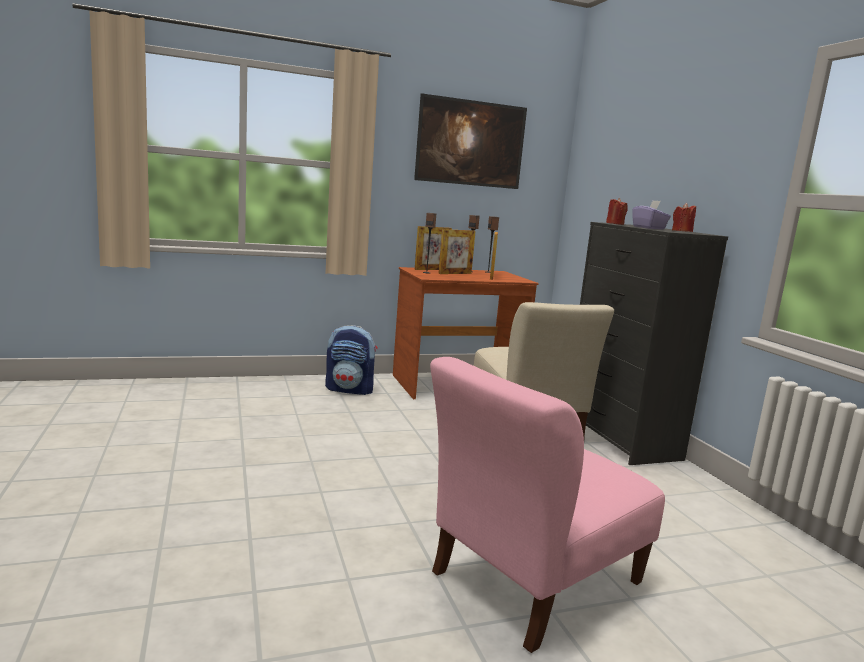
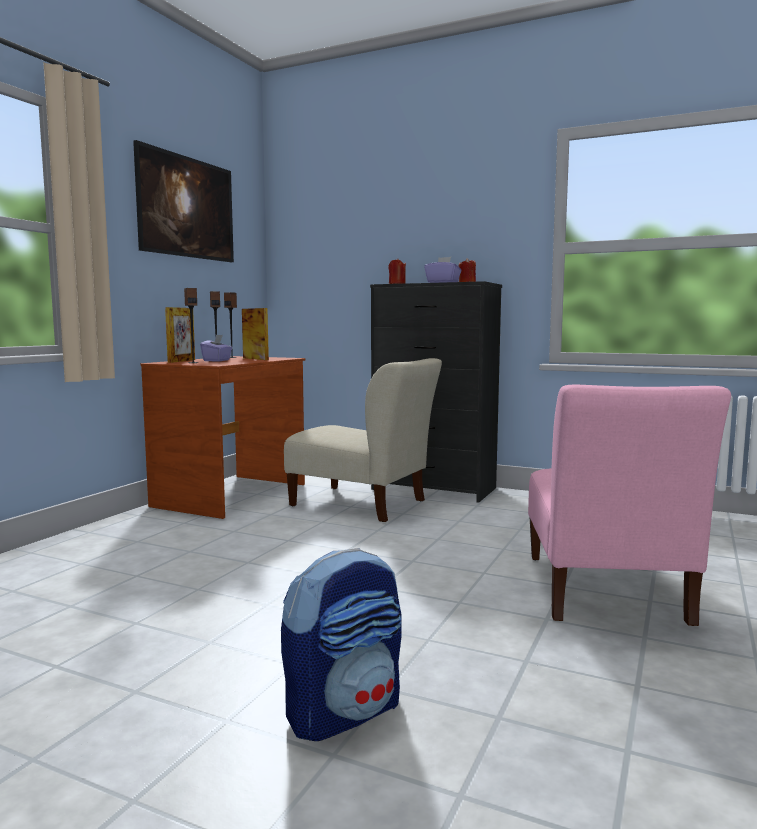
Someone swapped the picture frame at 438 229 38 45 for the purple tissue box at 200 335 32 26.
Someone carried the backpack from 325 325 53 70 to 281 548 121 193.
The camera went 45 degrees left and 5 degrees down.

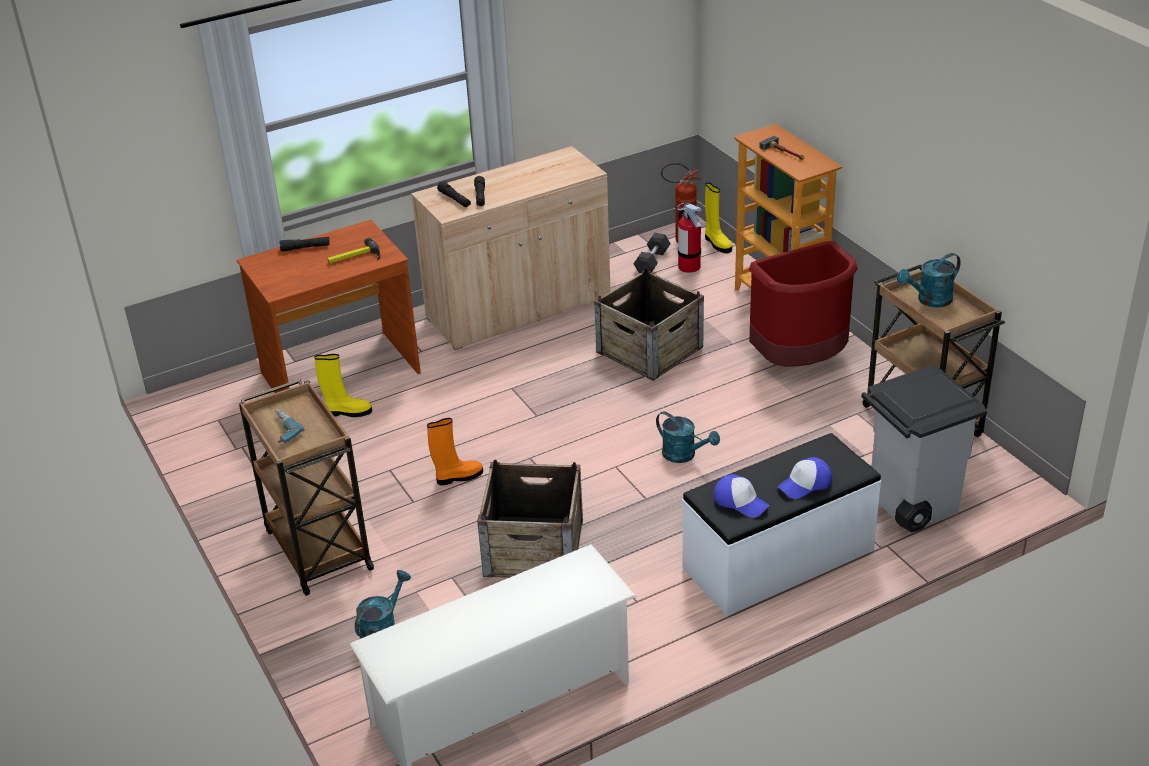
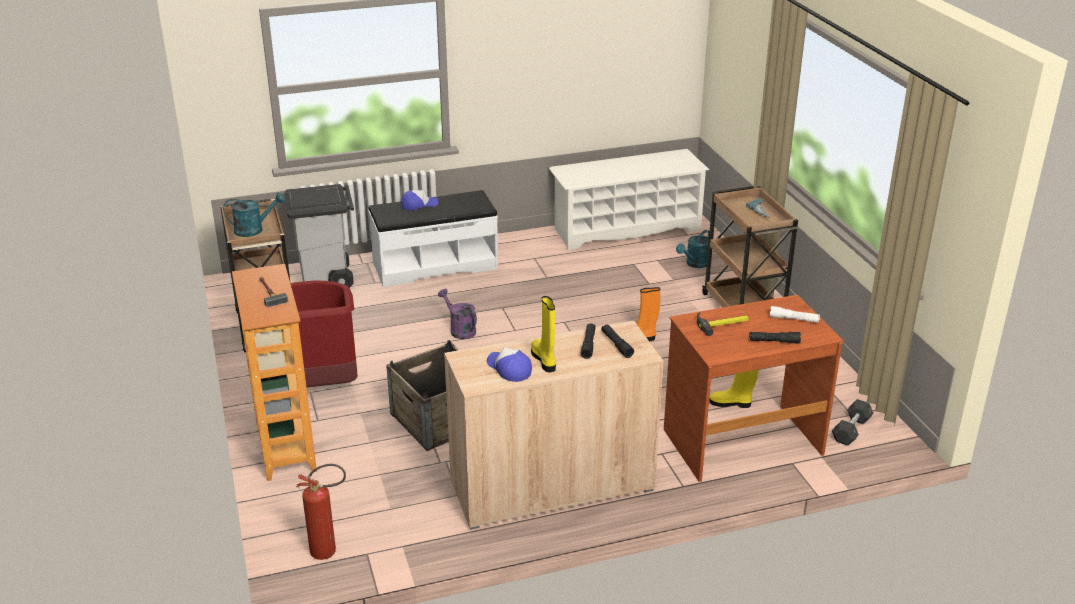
Someone repainted the turquoise watering can at 656 411 64 52, which became the purple watering can at 438 289 39 50.
Someone carried the cap from 713 474 57 44 to 487 347 45 35.
Someone carried the yellow boot from 705 182 27 71 to 531 296 25 76.
Someone put down the white flashlight at 770 306 50 17.
Someone carried the grey dumbbell from 633 233 38 40 to 832 399 41 47.
Someone took away the crate at 477 460 106 118.
Someone took away the fire extinguisher at 676 203 26 70.
The camera went 170 degrees left and 5 degrees down.

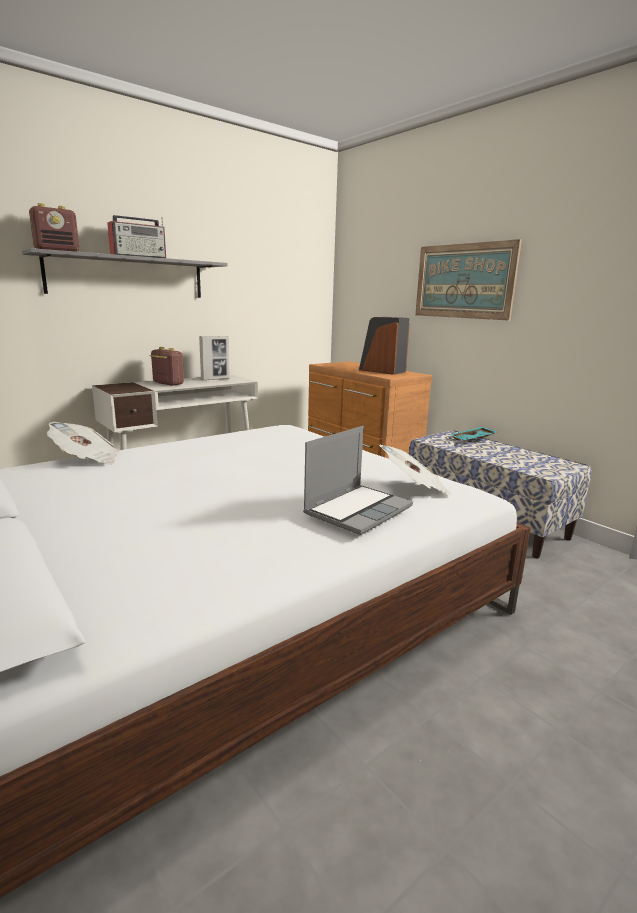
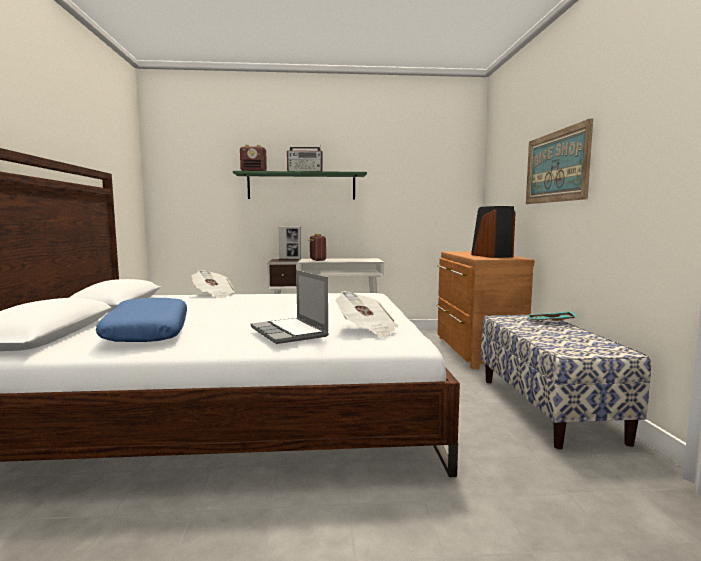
Someone put down the blue pillow at 96 298 91 44.
Someone repainted the grey shelf at 22 248 206 50, which became the green shelf at 233 171 134 28.
Someone rotated the laptop at 303 426 110 109 by 75 degrees clockwise.
Someone carried the picture frame from 199 336 30 44 to 279 226 22 33.
The camera went 35 degrees right and 10 degrees down.

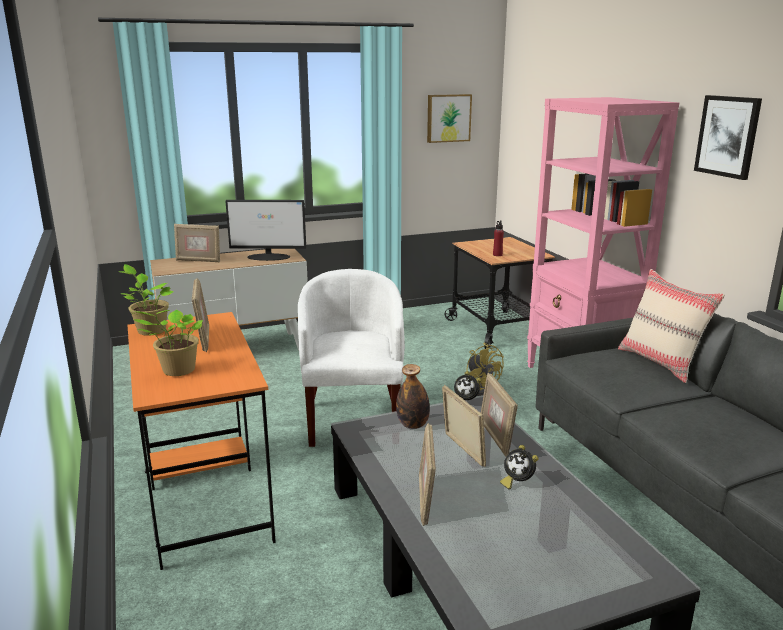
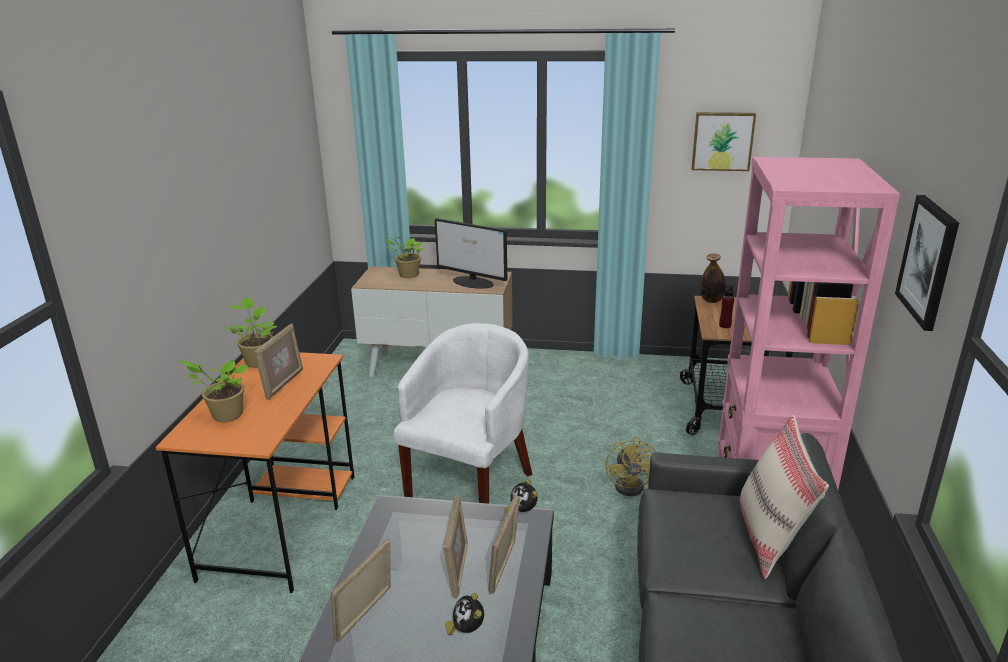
Someone swapped the picture frame at 174 224 46 38 for the potted plant at 383 235 40 43.
Someone carried the bottle from 396 364 34 65 to 700 254 26 49.
The camera went 30 degrees right and 5 degrees up.

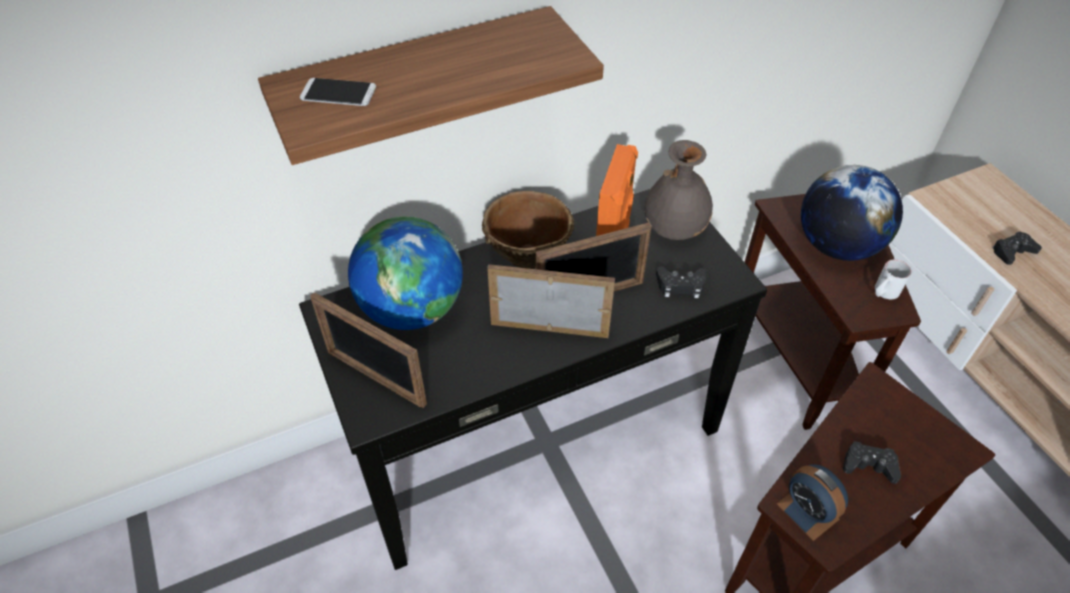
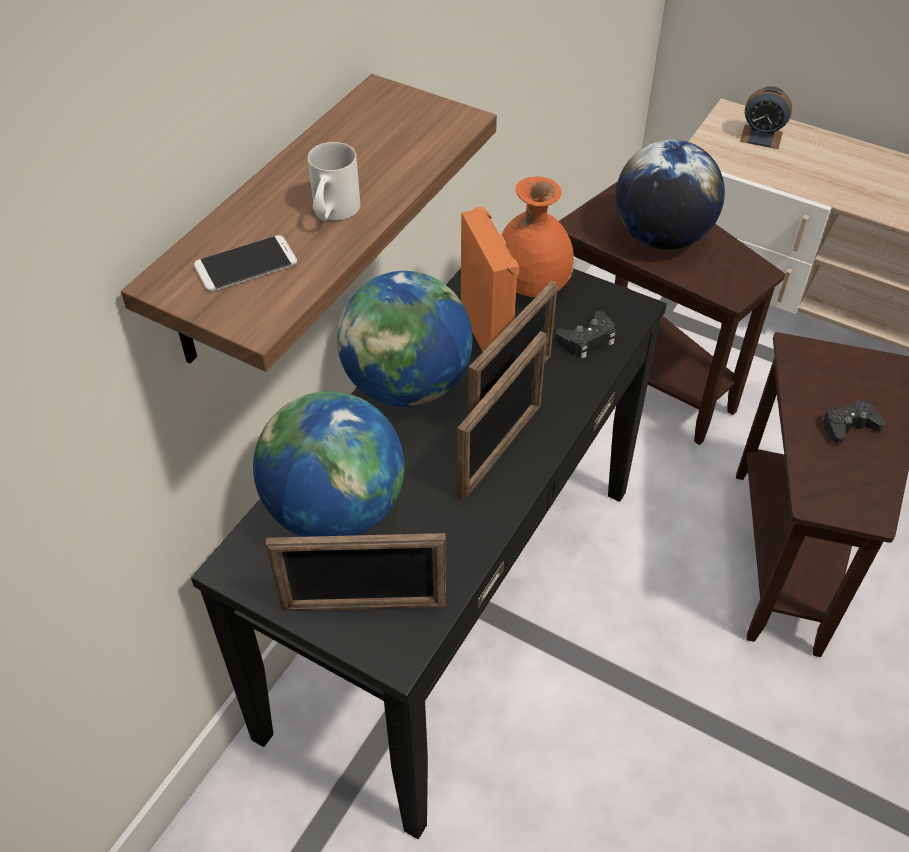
Someone carried the white mug from 875 260 36 39 to 308 142 52 79.
Someone swapped the brown bowl at 482 191 92 78 for the globe at 337 271 136 136.
Someone rotated the picture frame at 487 264 128 74 by 150 degrees clockwise.
Someone repainted the grey vase at 644 140 69 100, which became the orange vase at 501 176 73 121.
Someone carried the alarm clock from 777 465 71 76 to 740 86 52 63.
Someone took away the black game controller at 992 231 50 34.
The camera went 35 degrees left and 0 degrees up.

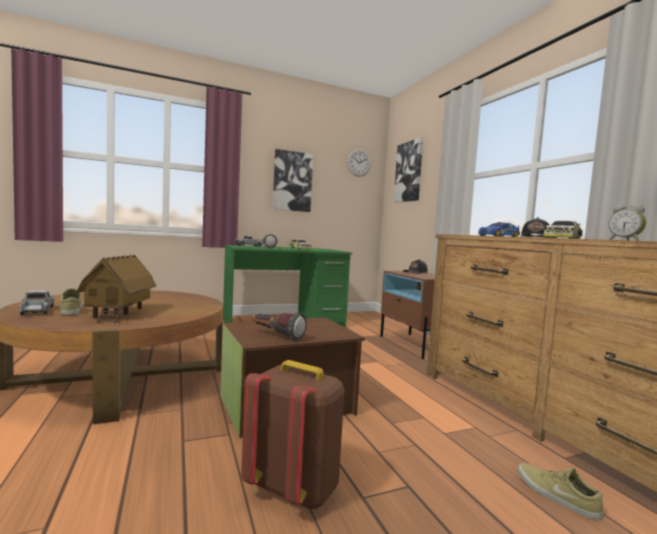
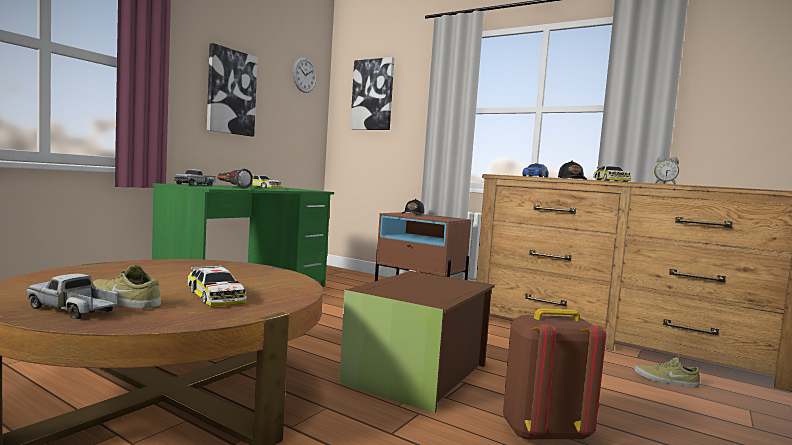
Someone swapped the toy house at 76 255 80 69 for the toy car at 187 265 60 42.
Someone took away the flashlight at 252 312 55 28.
The camera went 35 degrees left and 0 degrees up.

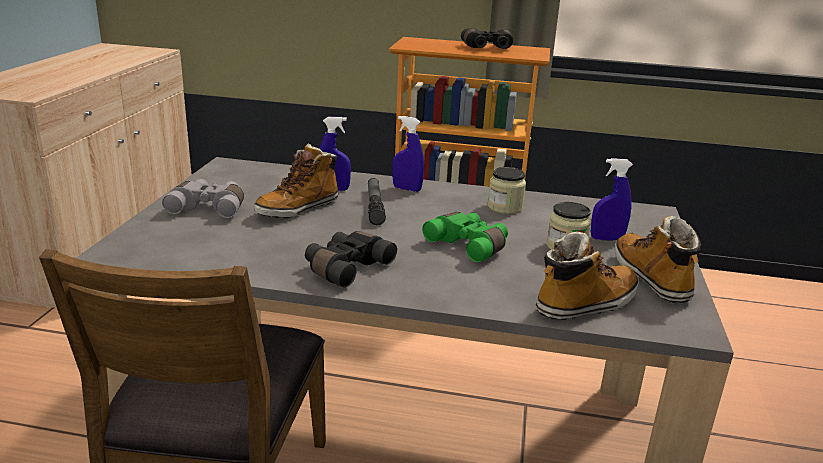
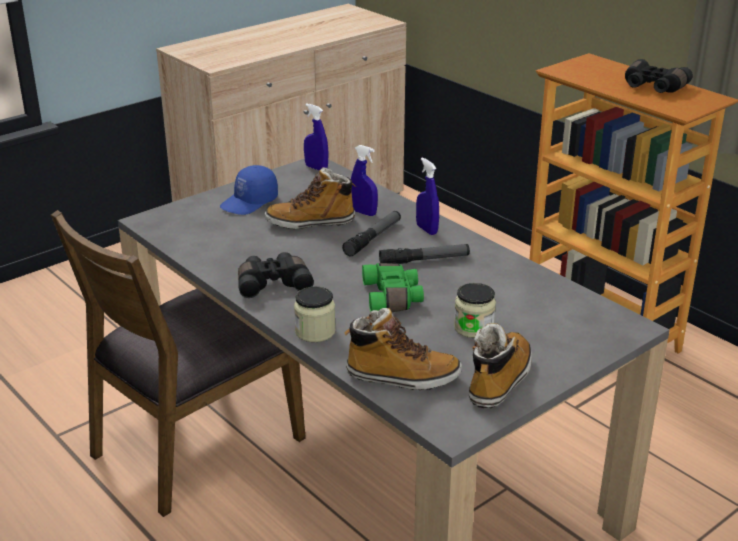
Someone swapped the grey binoculars at 162 179 82 39 for the blue cap at 220 165 58 50.
Someone carried the jar from 488 167 38 47 to 294 287 41 55.
Someone carried the blue spray bottle from 591 158 42 83 to 304 103 25 67.
Someone put down the flashlight at 379 244 91 20.
The camera went 40 degrees right and 5 degrees up.

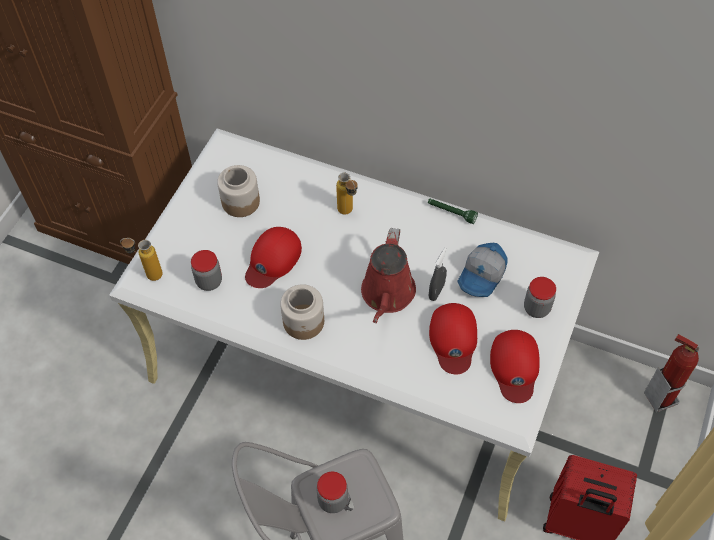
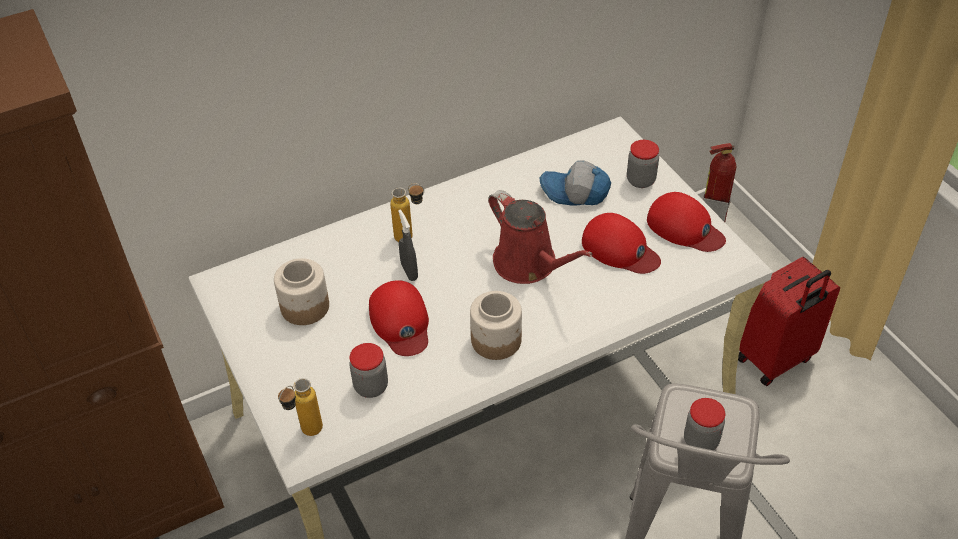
Someone carried the grey spray bottle from 429 248 18 53 to 398 209 20 72.
Someone rotated the cap at 457 243 51 54 by 120 degrees clockwise.
Someone took away the green flashlight at 428 199 50 25.
The camera went 50 degrees left and 10 degrees down.

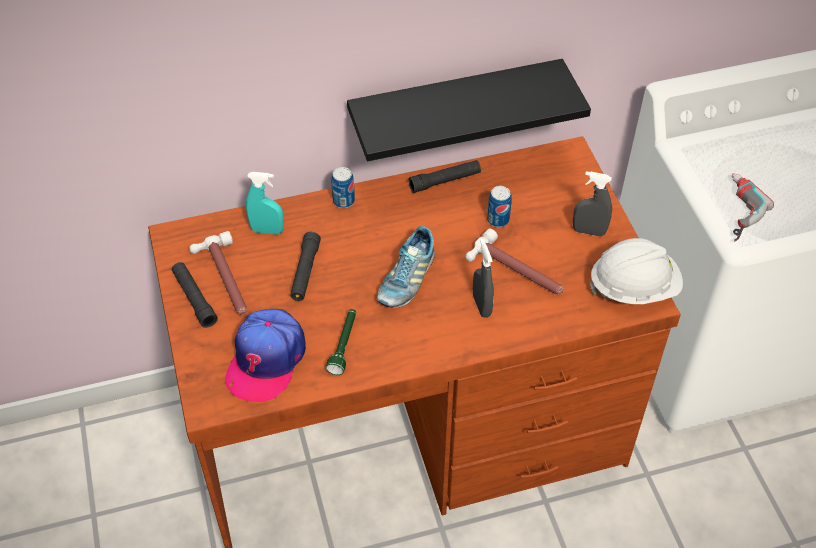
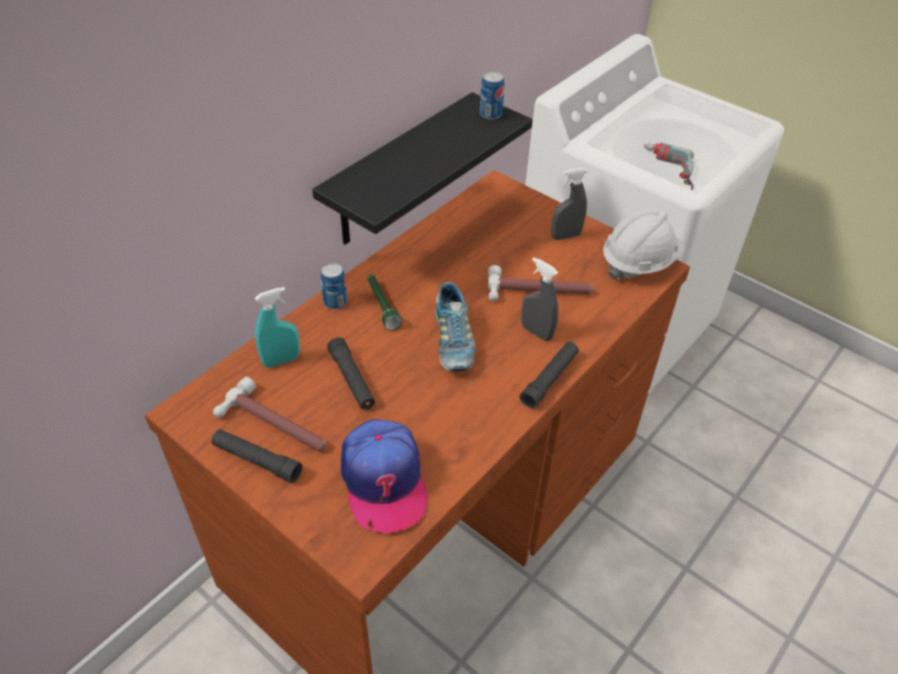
Someone carried the green flashlight from 326 309 30 66 to 367 274 35 56.
Someone carried the can from 487 186 25 41 to 480 72 24 48.
Someone carried the black flashlight from 408 160 73 33 to 520 342 59 66.
The camera went 35 degrees left and 5 degrees down.

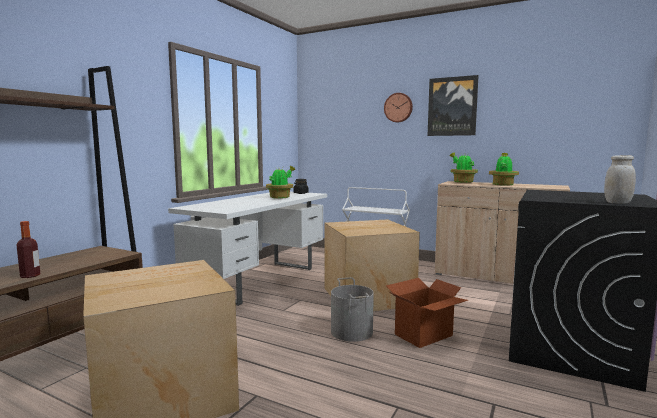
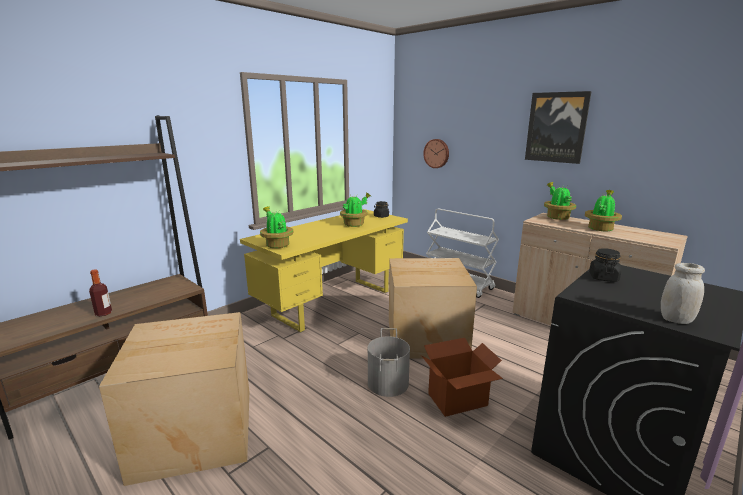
Someone repainted the white desk at 168 192 159 114, which became the yellow desk at 240 209 168 124.
Someone put down the potted plant at 260 206 34 42.
Someone carried the wall clock from 384 93 29 29 to 423 139 26 29.
Someone put down the black jar at 589 248 32 34.
The camera went 15 degrees right and 10 degrees up.

